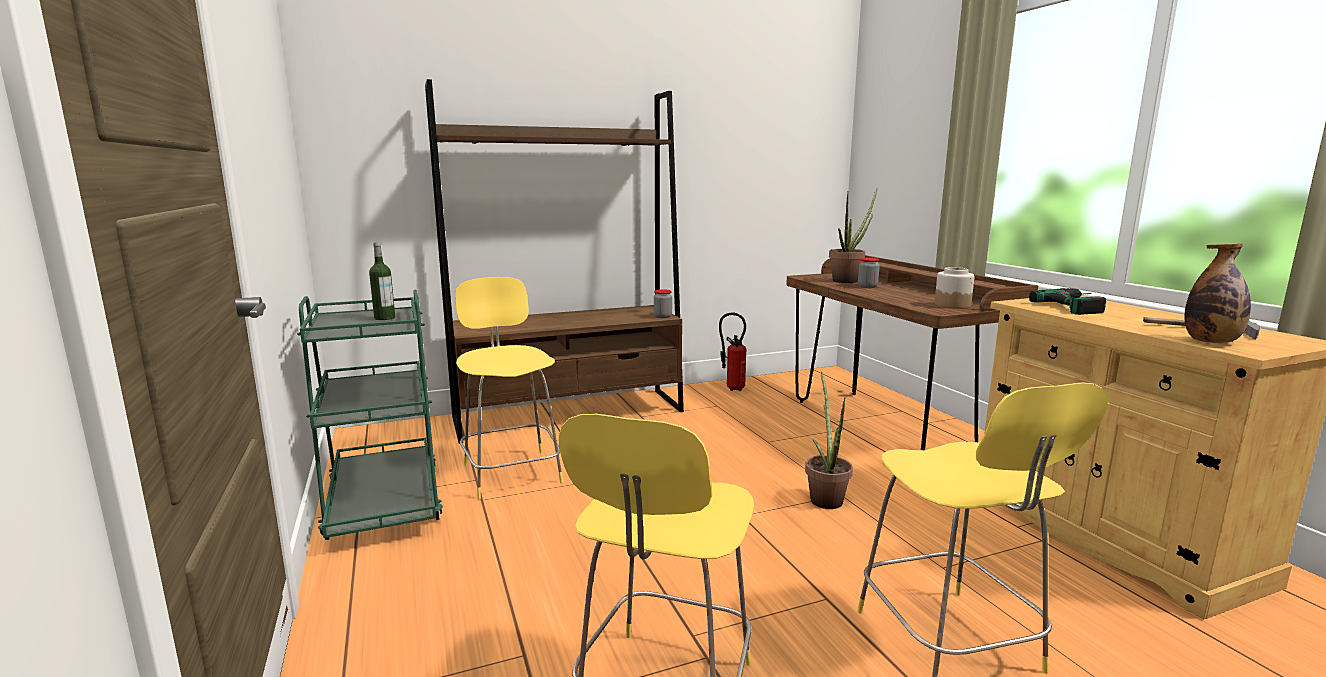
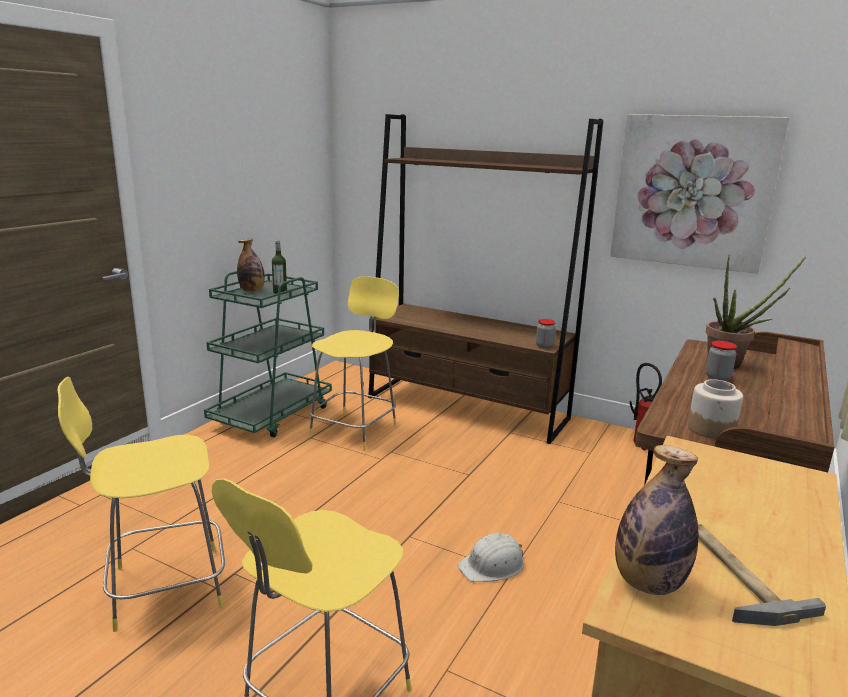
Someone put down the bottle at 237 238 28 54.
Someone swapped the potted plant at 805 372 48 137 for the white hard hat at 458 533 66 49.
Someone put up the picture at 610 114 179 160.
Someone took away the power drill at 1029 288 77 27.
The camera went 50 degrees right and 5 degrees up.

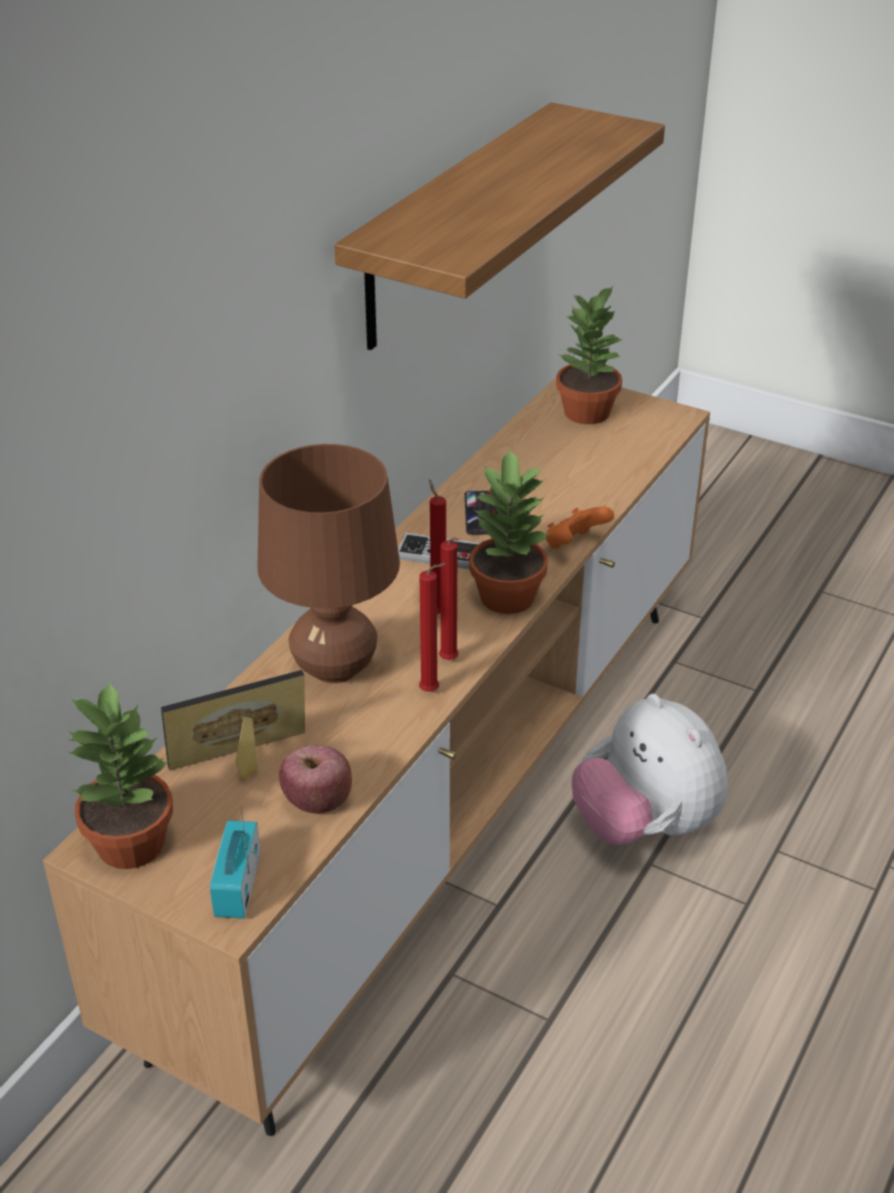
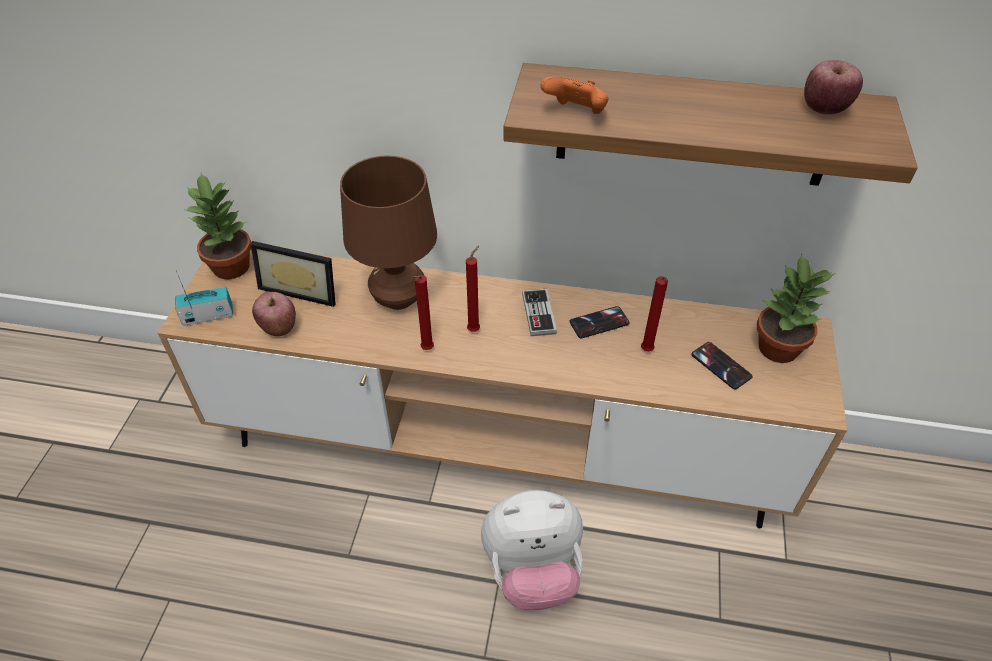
Someone rotated the picture frame at 161 670 144 110 by 150 degrees clockwise.
Someone rotated the plush toy at 572 694 156 151 by 135 degrees counterclockwise.
Someone carried the orange game controller from 545 506 69 43 to 540 76 68 38.
Someone carried the red candle from 419 563 27 129 to 641 276 27 75.
Someone put down the phone at 692 342 61 48.
Someone put down the apple at 804 60 59 54.
Someone took away the potted plant at 469 448 82 166.
The camera went 70 degrees right and 10 degrees up.

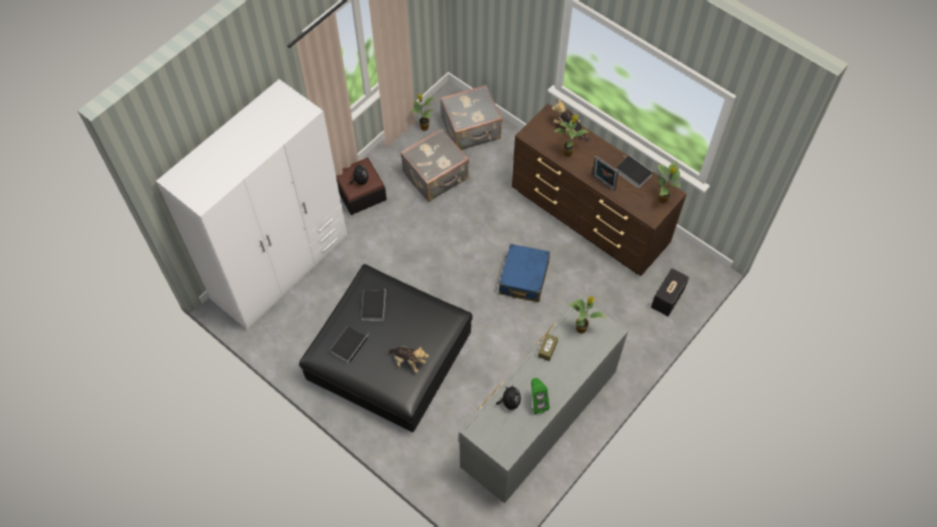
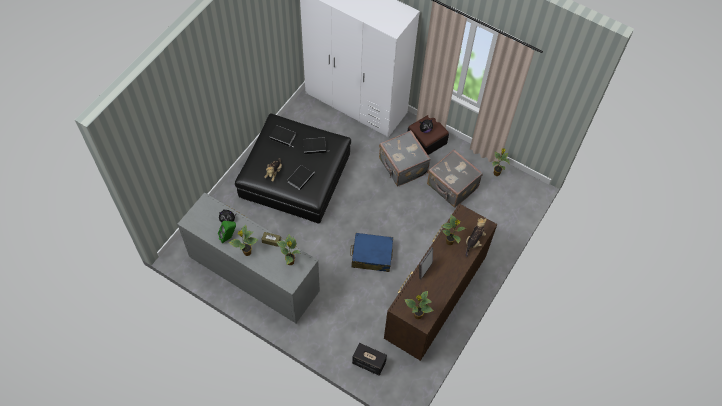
Someone put down the potted plant at 229 225 30 31.
Someone carried the book from 616 155 37 33 to 288 165 26 25.
Someone carried the grey suitcase from 440 85 62 65 to 379 130 51 56.
The camera went 80 degrees right and 0 degrees up.

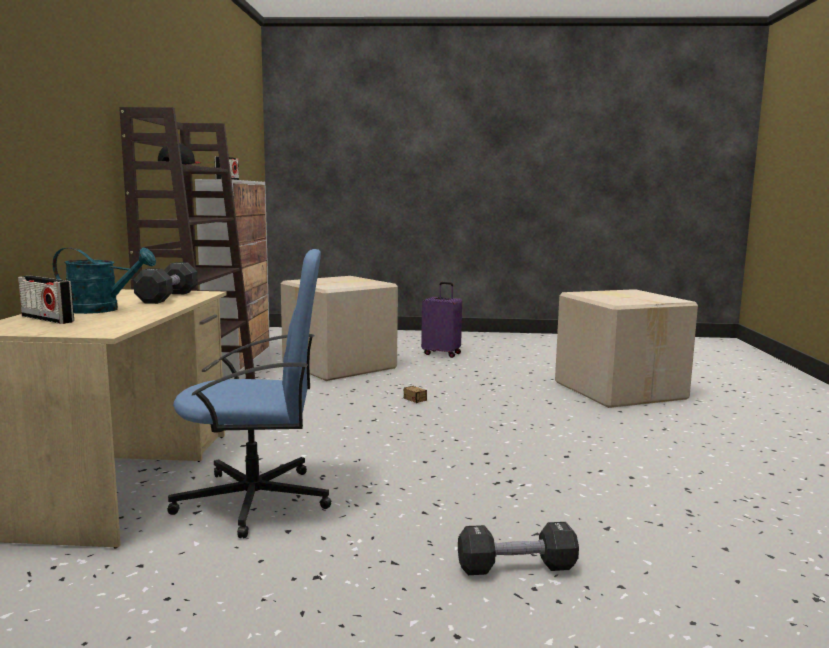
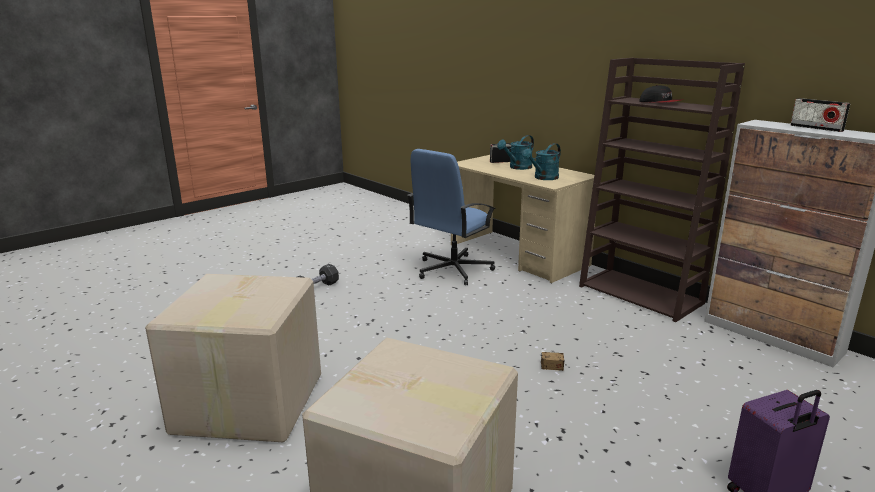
Someone carried the cardboard box from 281 276 117 105 to 145 274 176 169.
Someone swapped the black dumbbell at 133 262 65 42 for the turquoise watering can at 522 143 39 37.
The camera went 135 degrees right and 10 degrees up.

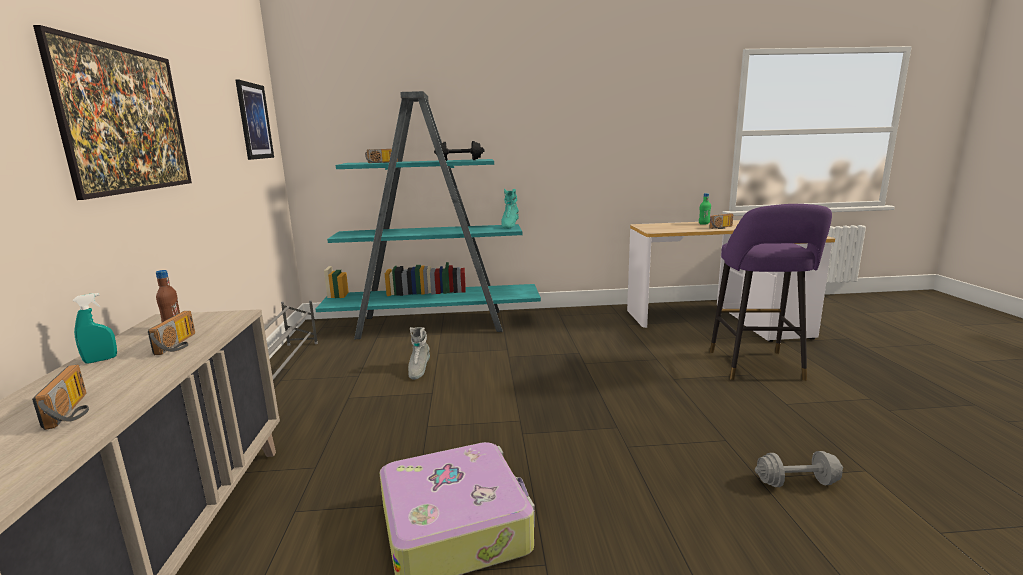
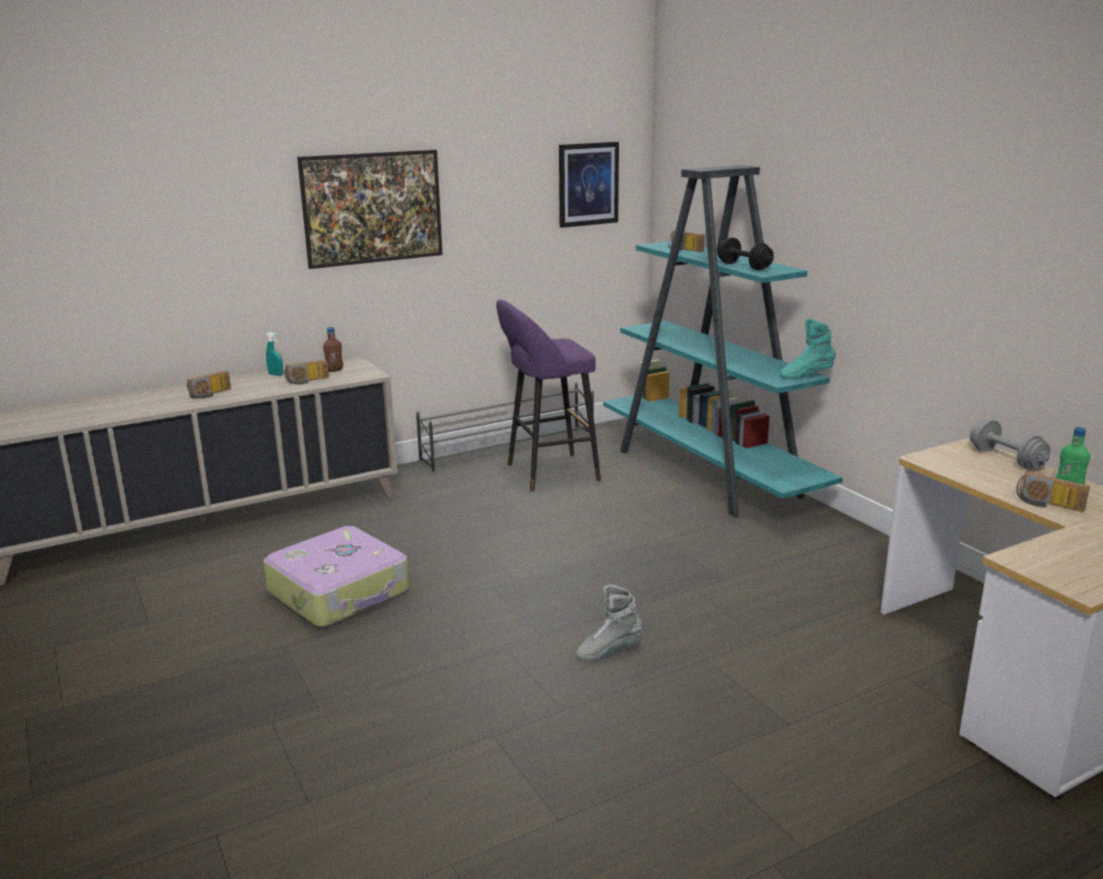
Someone carried the purple stool from 710 204 122 177 to 496 299 105 192.
Someone carried the grey boot from 408 327 22 53 to 576 585 67 76.
Someone carried the grey dumbbell from 755 451 88 36 to 970 419 81 50.
The camera went 65 degrees right and 5 degrees up.

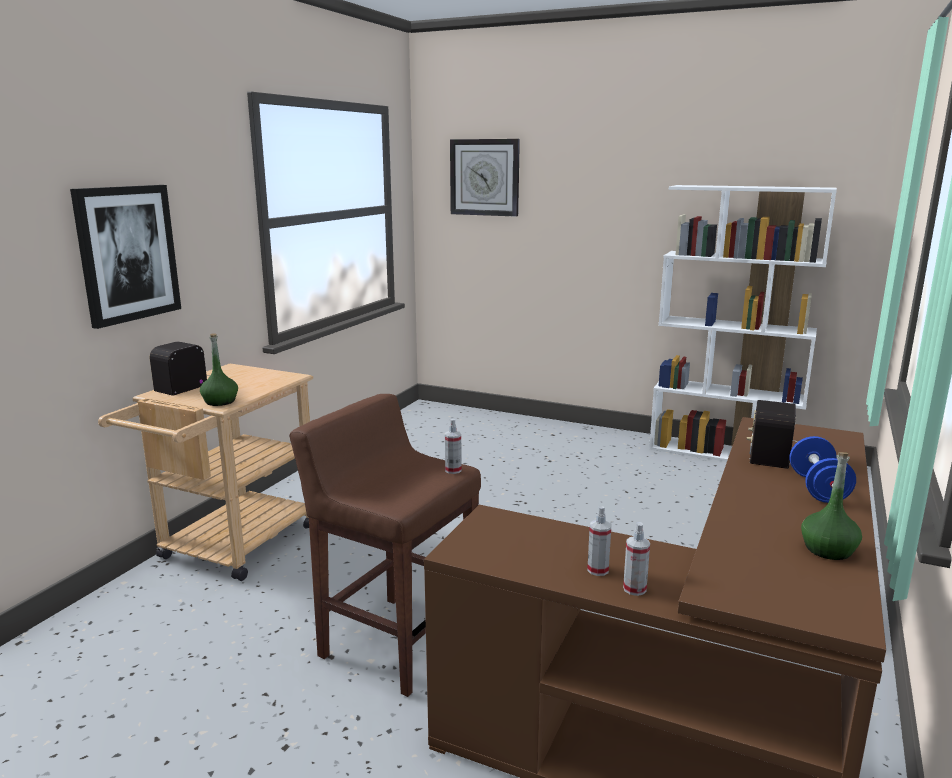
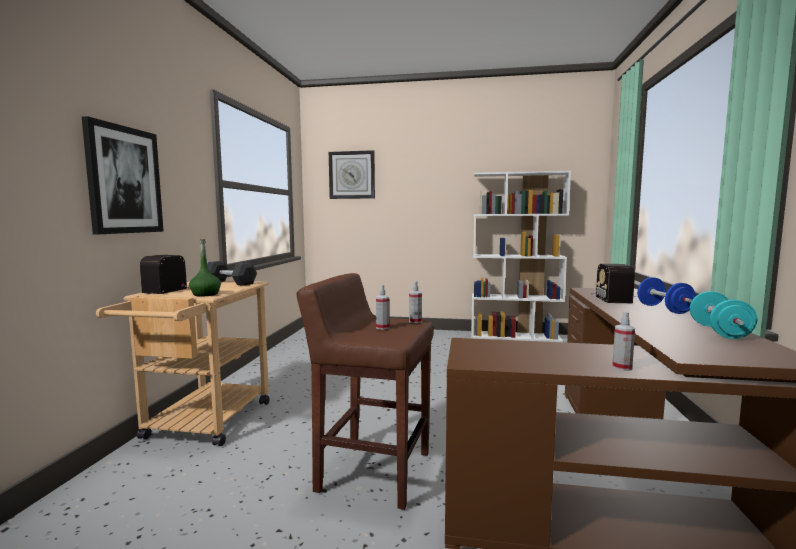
Someone put down the grey dumbbell at 207 261 50 25.
Someone carried the spray bottle from 587 506 25 70 to 376 285 13 45.
Someone swapped the green bottle at 801 452 61 108 for the turquoise dumbbell at 690 291 67 48.
The camera went 15 degrees left and 10 degrees down.

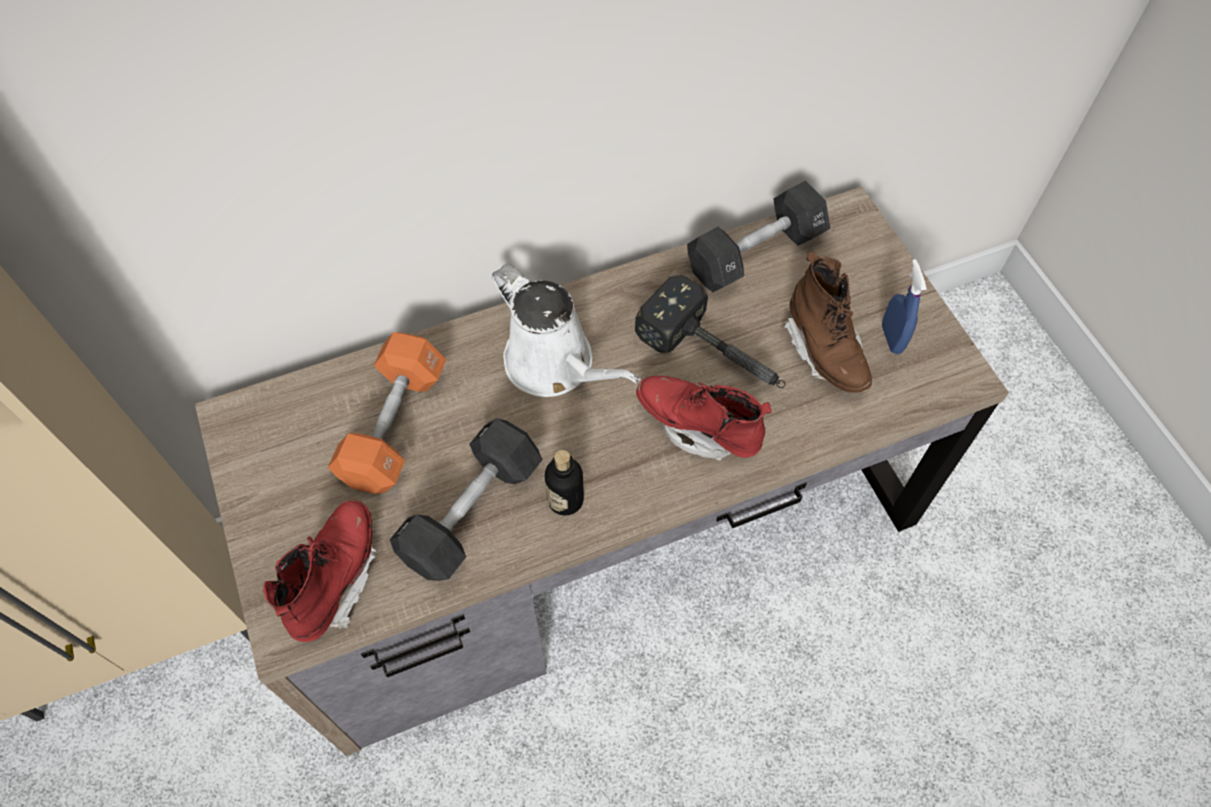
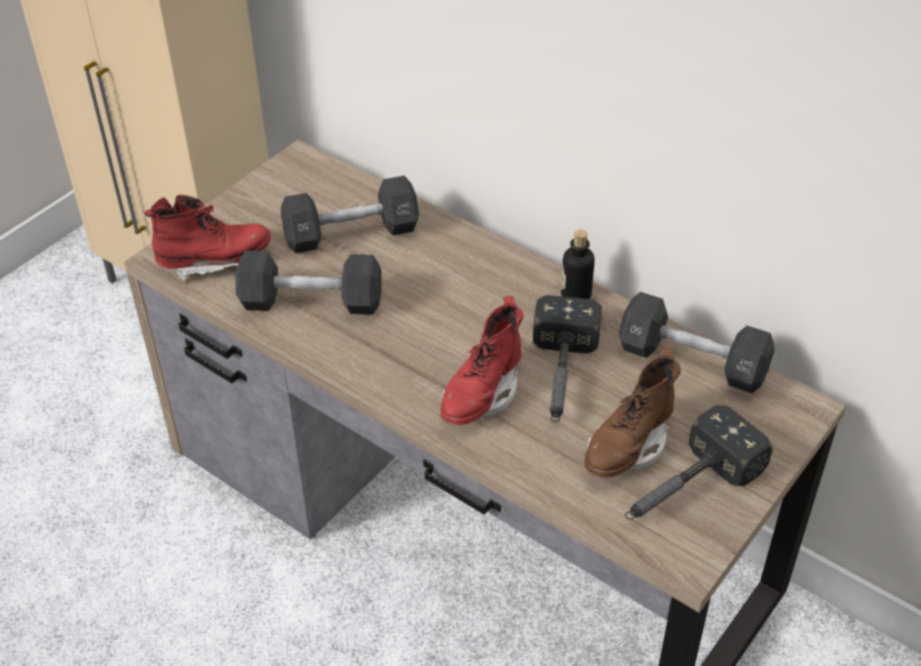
Someone repainted the orange dumbbell at 328 332 119 162, which became the black dumbbell at 281 176 138 77.
Someone rotated the red boot at 636 376 136 85 by 150 degrees counterclockwise.
Someone carried the bottle from 545 450 39 65 to 561 230 34 69.
Someone swapped the blue spray bottle at 882 259 45 95 for the hammer at 625 405 148 115.
Someone took away the white watering can at 492 264 149 133.
The camera went 60 degrees right and 15 degrees down.

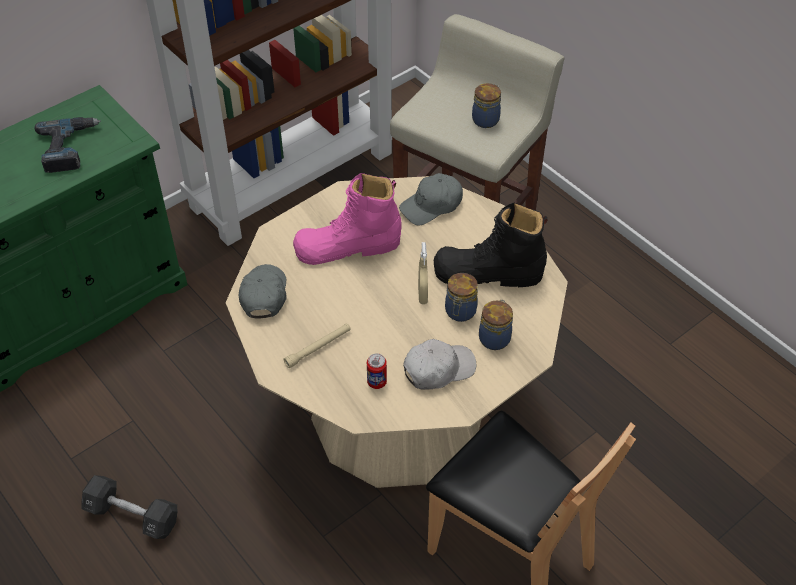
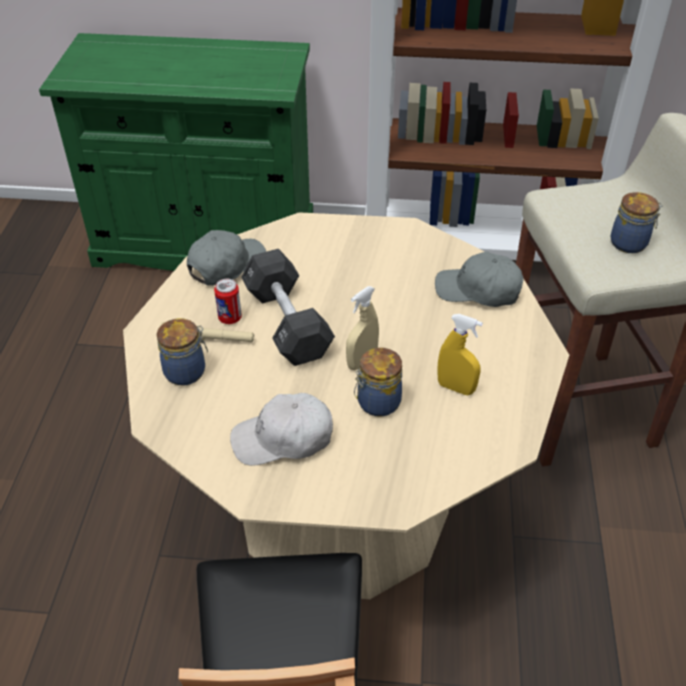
Someone carried the jar from 479 300 34 50 to 157 318 51 67.
Someone carried the can from 367 353 20 36 to 214 279 28 45.
Someone rotated the white cap at 403 339 73 50 by 150 degrees clockwise.
Someone carried the black dumbbell from 81 475 97 64 to 241 249 94 117.
Someone swapped the black boot at 434 203 114 84 for the yellow spray bottle at 437 314 46 81.
Someone took away the power drill at 34 117 67 56.
Someone took away the pink boot at 293 173 109 92.
The camera went 45 degrees right and 5 degrees down.

